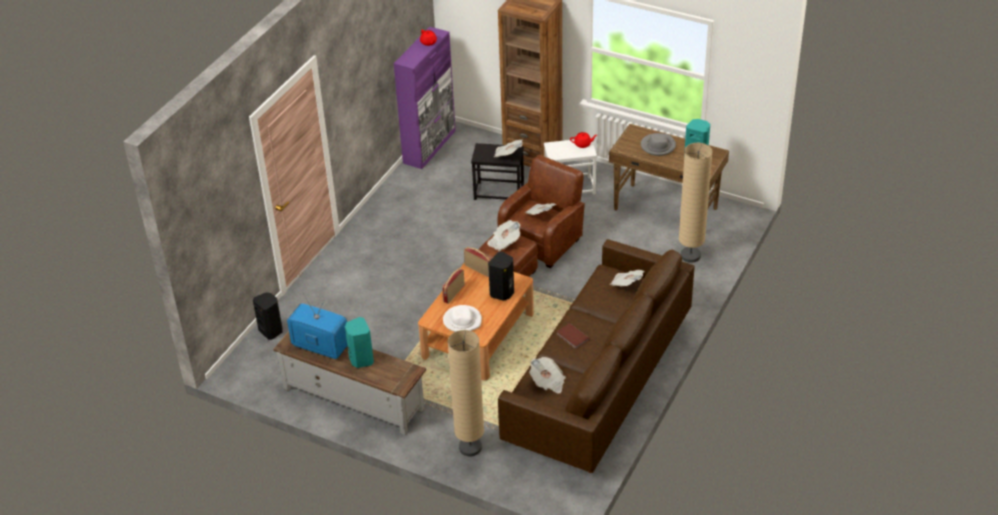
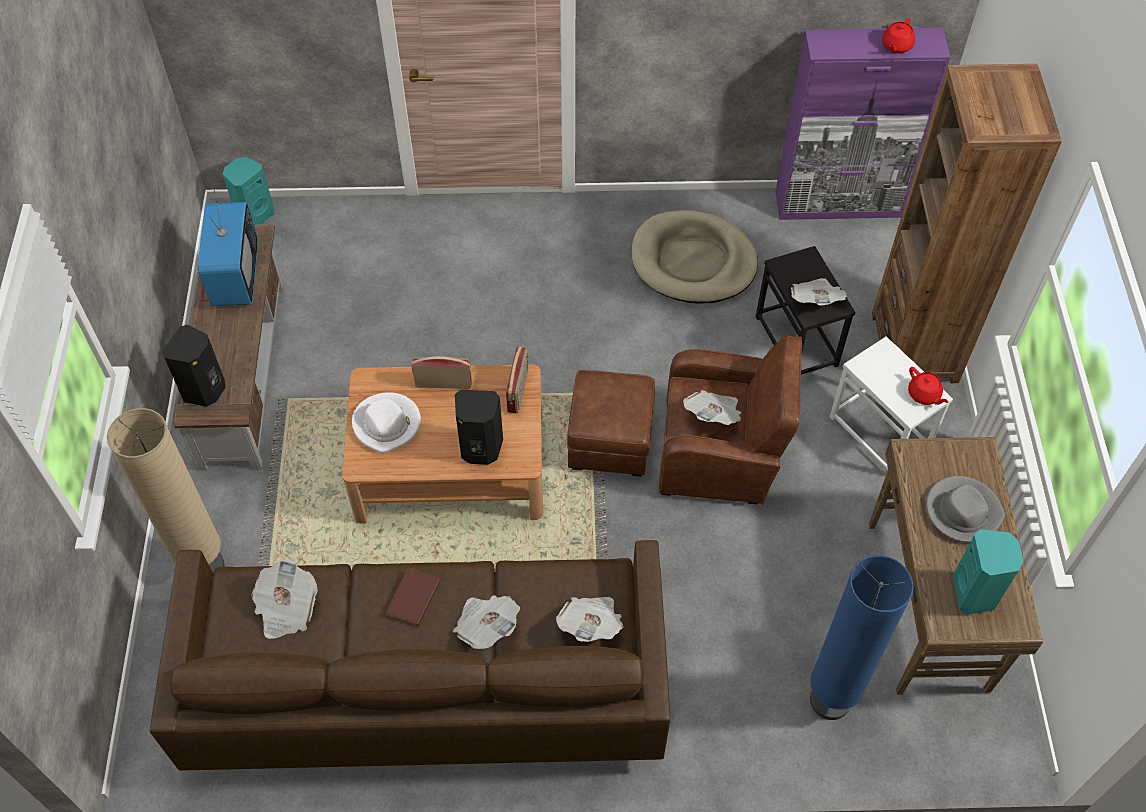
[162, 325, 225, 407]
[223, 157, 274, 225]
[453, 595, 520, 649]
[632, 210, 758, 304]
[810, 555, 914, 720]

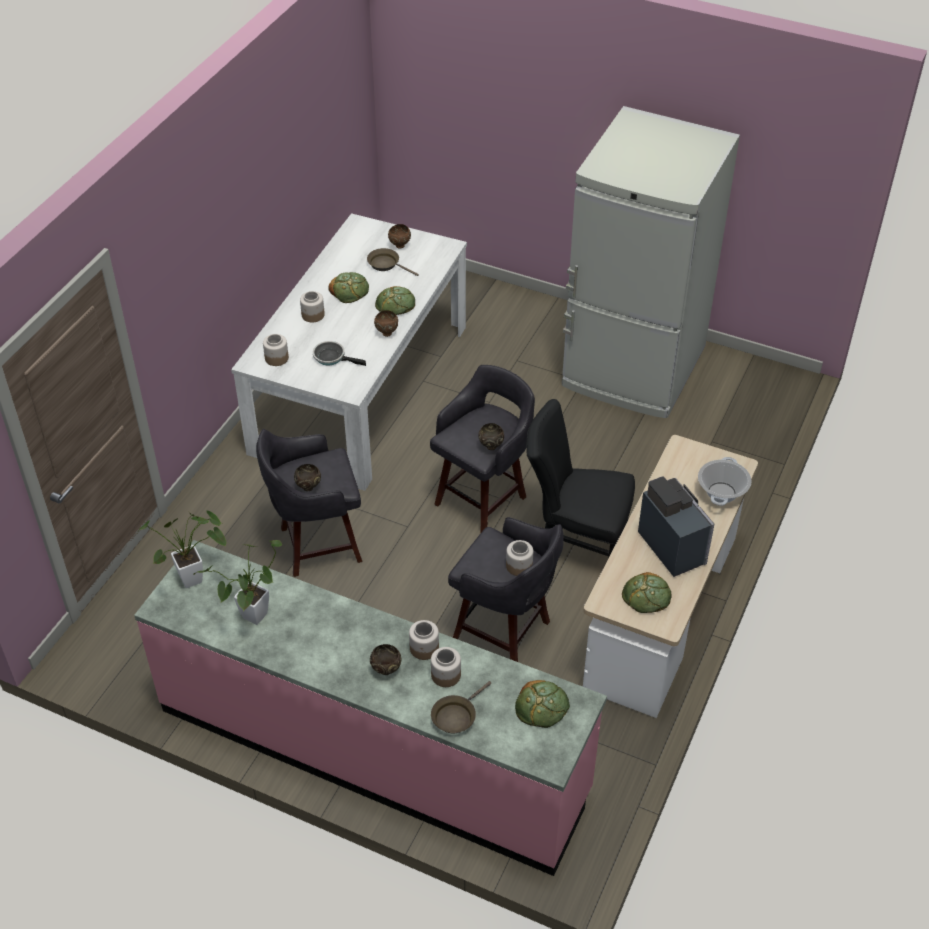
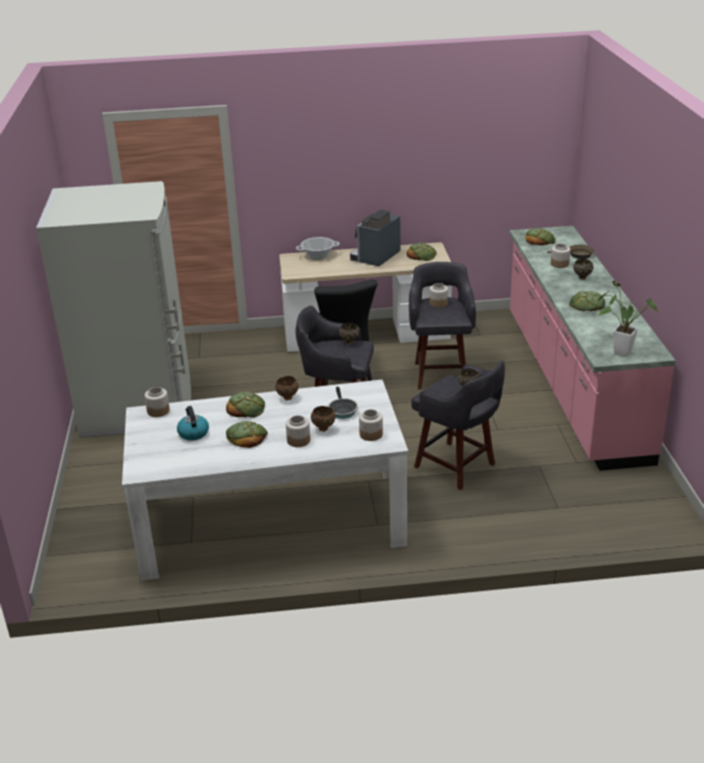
[145, 387, 170, 417]
[177, 406, 209, 441]
[311, 406, 335, 432]
[569, 291, 605, 311]
[194, 540, 283, 625] (first image)

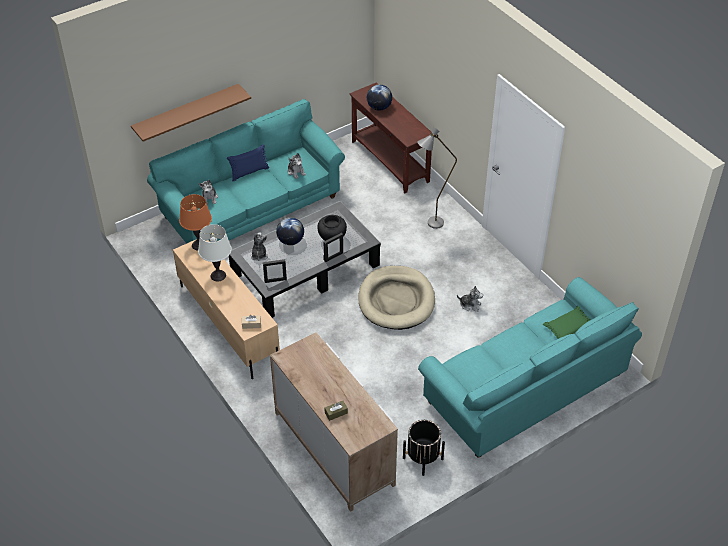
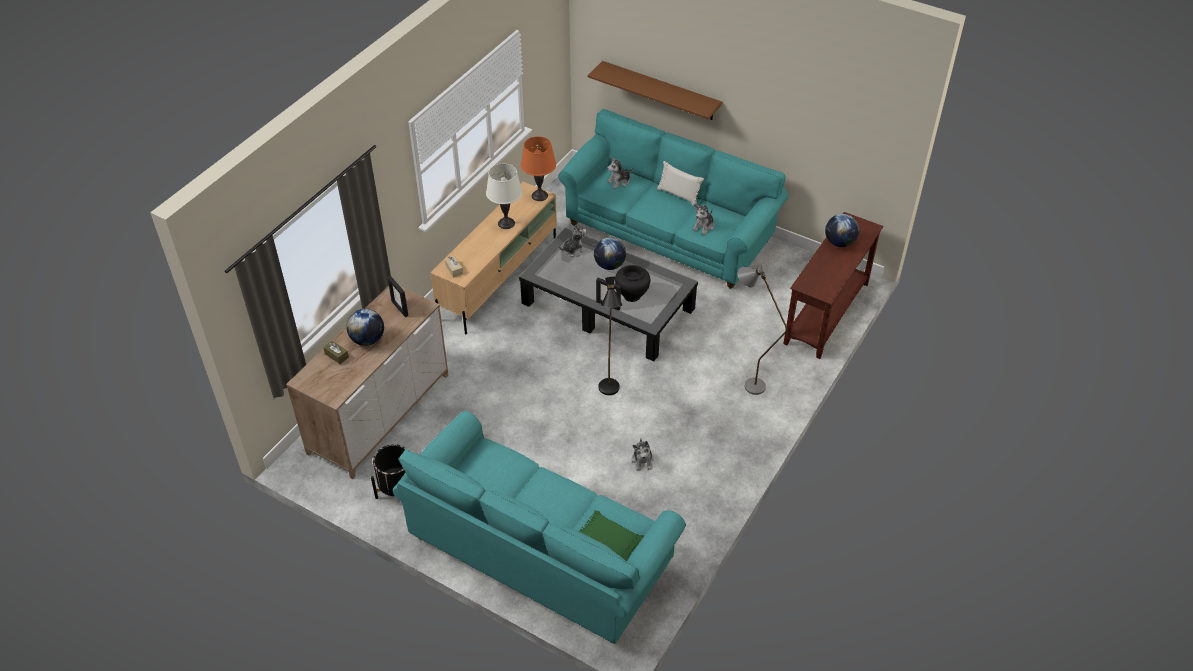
[346, 309, 384, 346]
[387, 276, 408, 317]
[599, 277, 622, 395]
[657, 161, 704, 206]

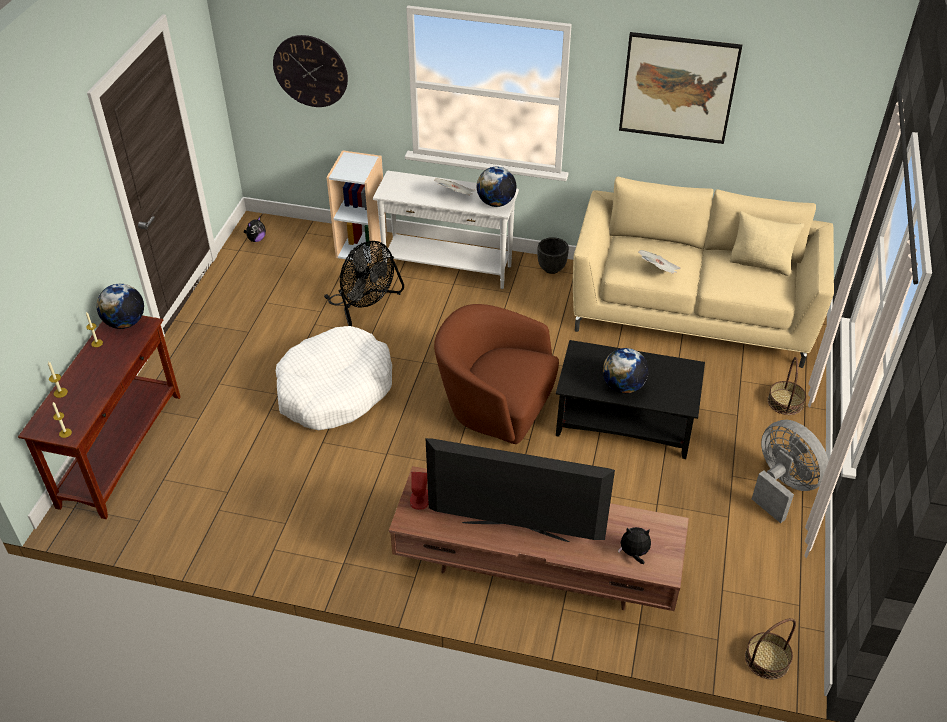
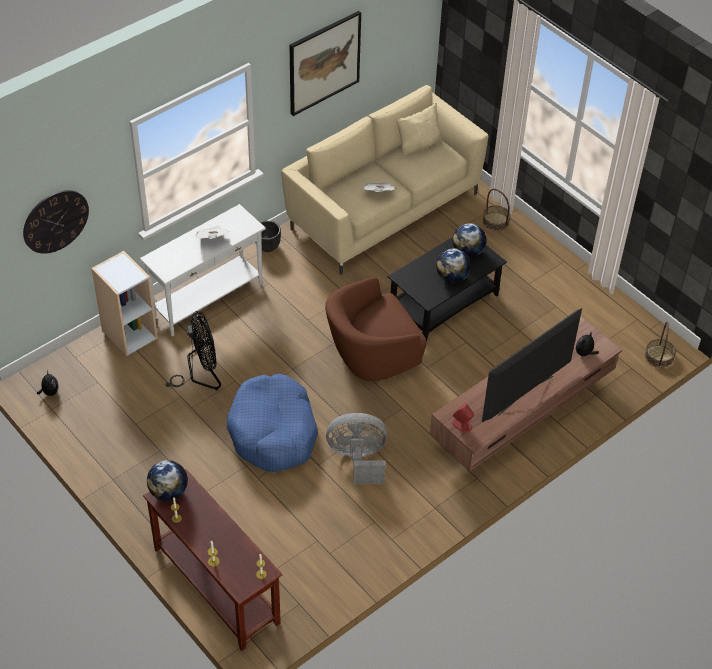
[227, 373, 318, 472]
[326, 413, 387, 484]
[453, 223, 487, 257]

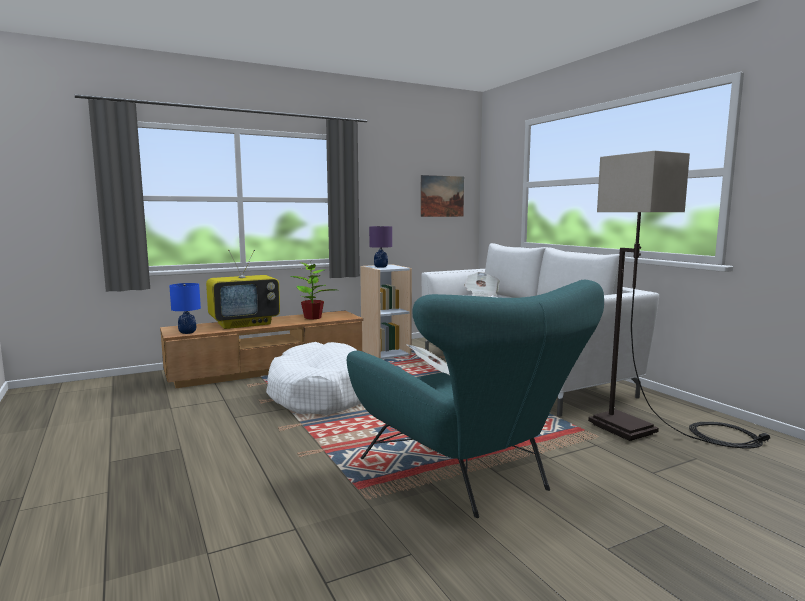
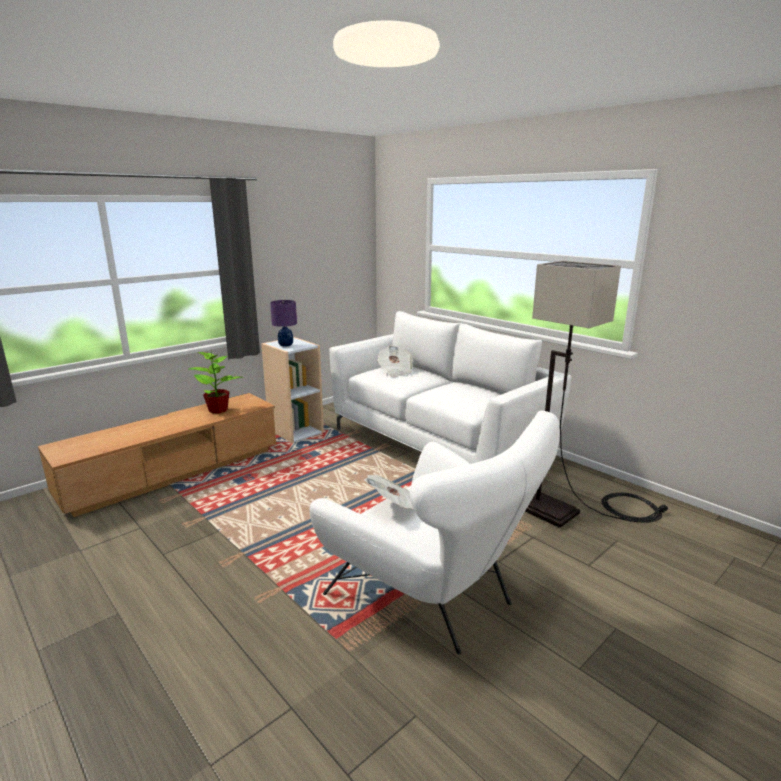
[309, 411, 560, 654]
[169, 283, 201, 334] (first image)
[206, 250, 280, 329] (first image)
[266, 342, 361, 415] (first image)
[420, 175, 464, 217] (first image)

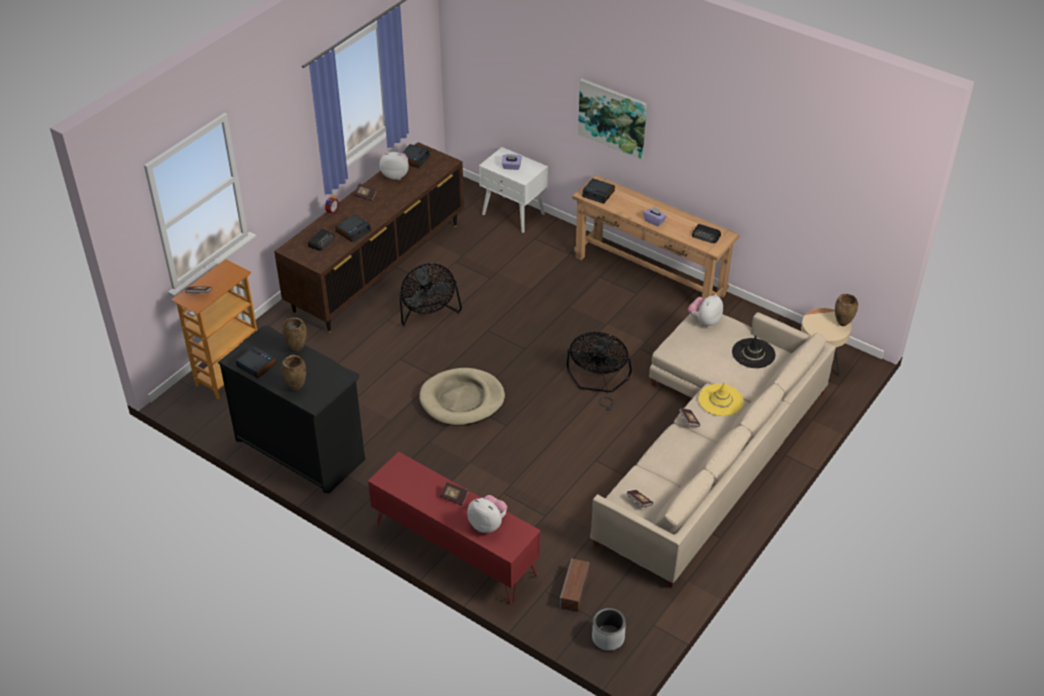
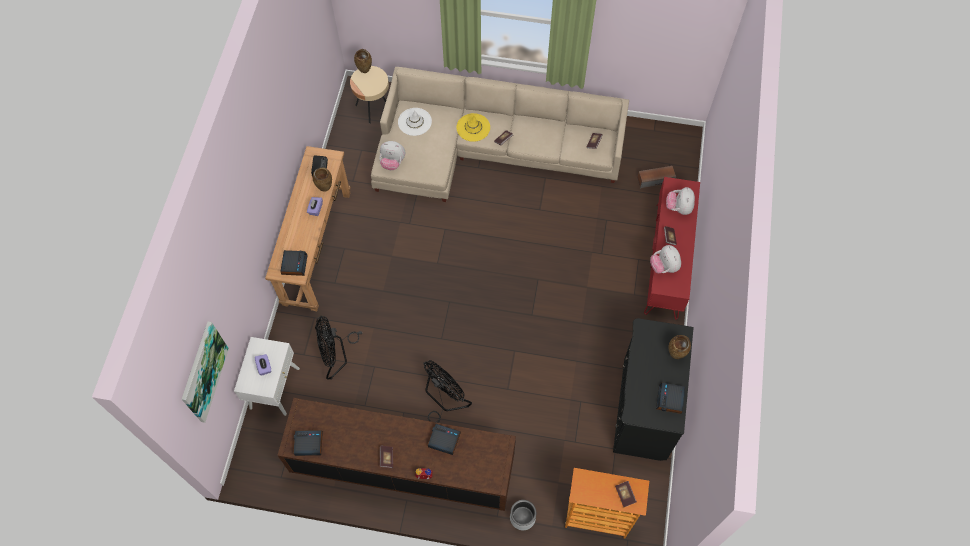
[182, 322, 229, 423]
[313, 167, 332, 192]
[315, 316, 362, 380]
[398, 108, 432, 136]
[510, 500, 537, 530]
[650, 245, 681, 273]
[308, 229, 335, 251] (first image)
[419, 368, 505, 426] (first image)

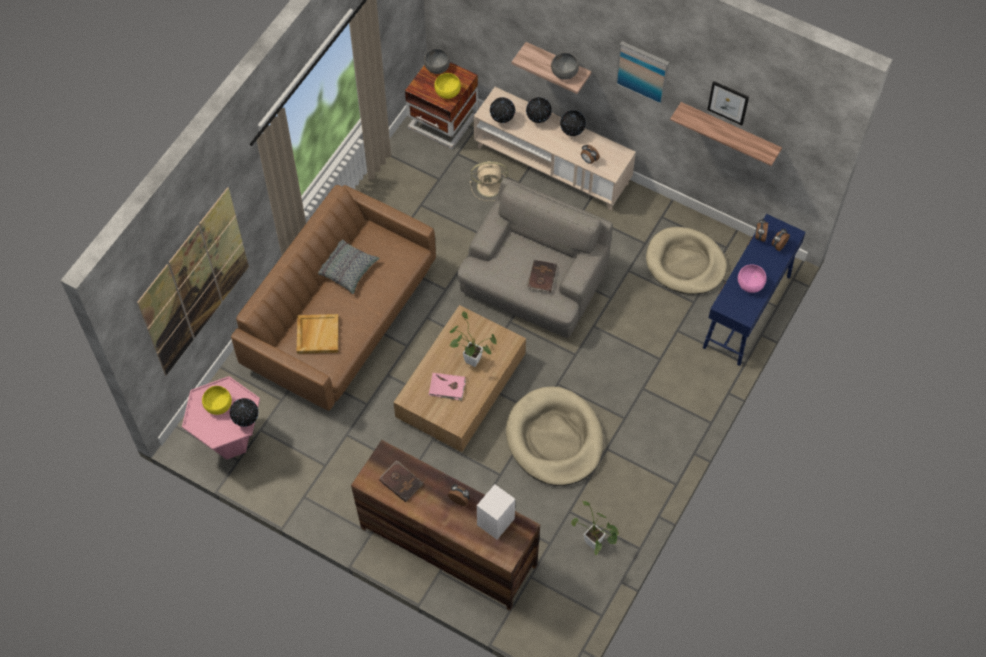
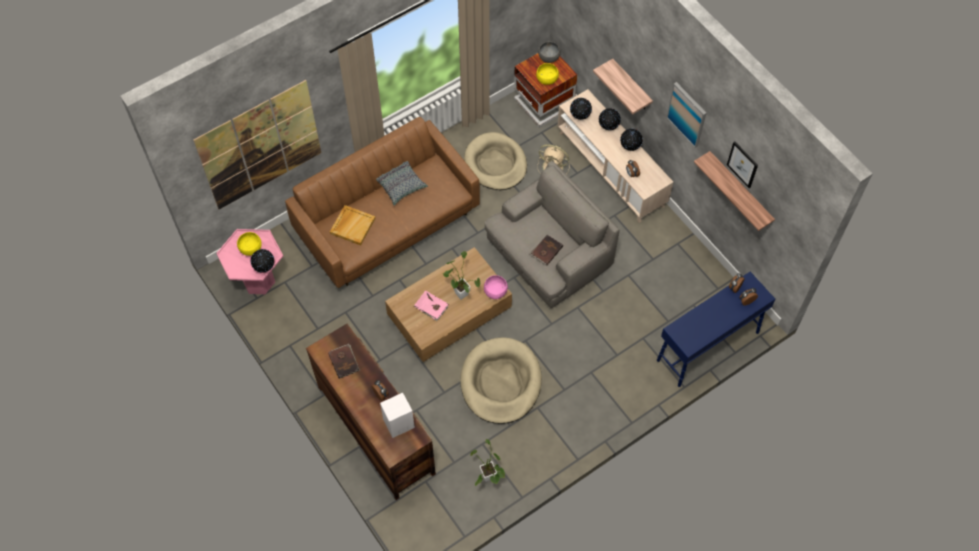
[464, 132, 527, 190]
[484, 275, 508, 299]
[551, 52, 579, 80] (first image)

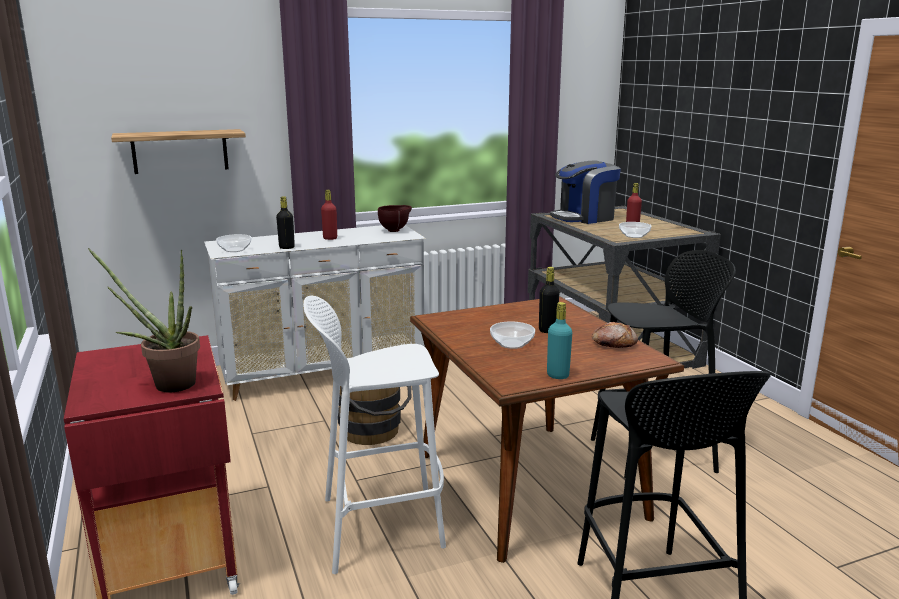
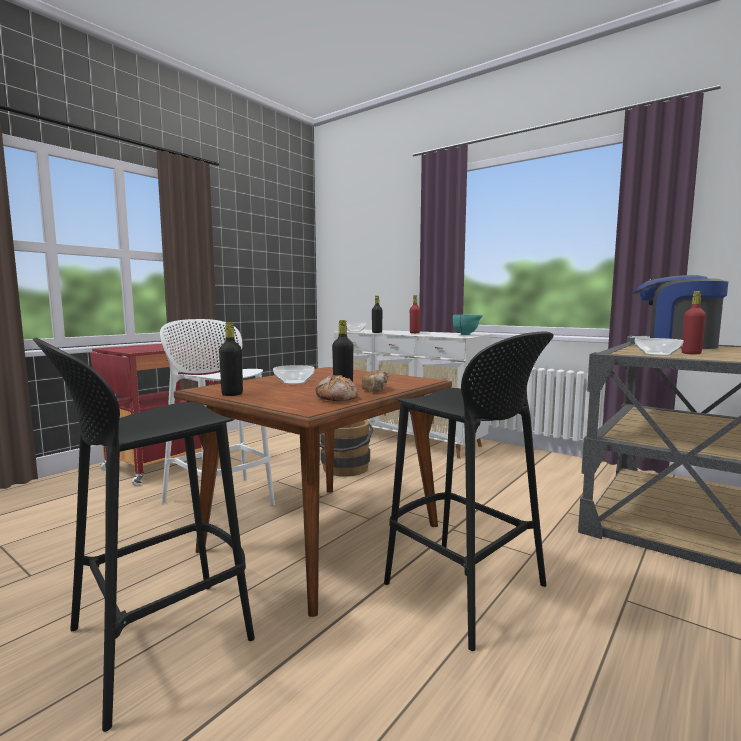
[219, 322, 243, 396]
[362, 370, 388, 392]
[453, 315, 483, 335]
[88, 248, 200, 392] (first image)
[111, 129, 246, 174] (first image)

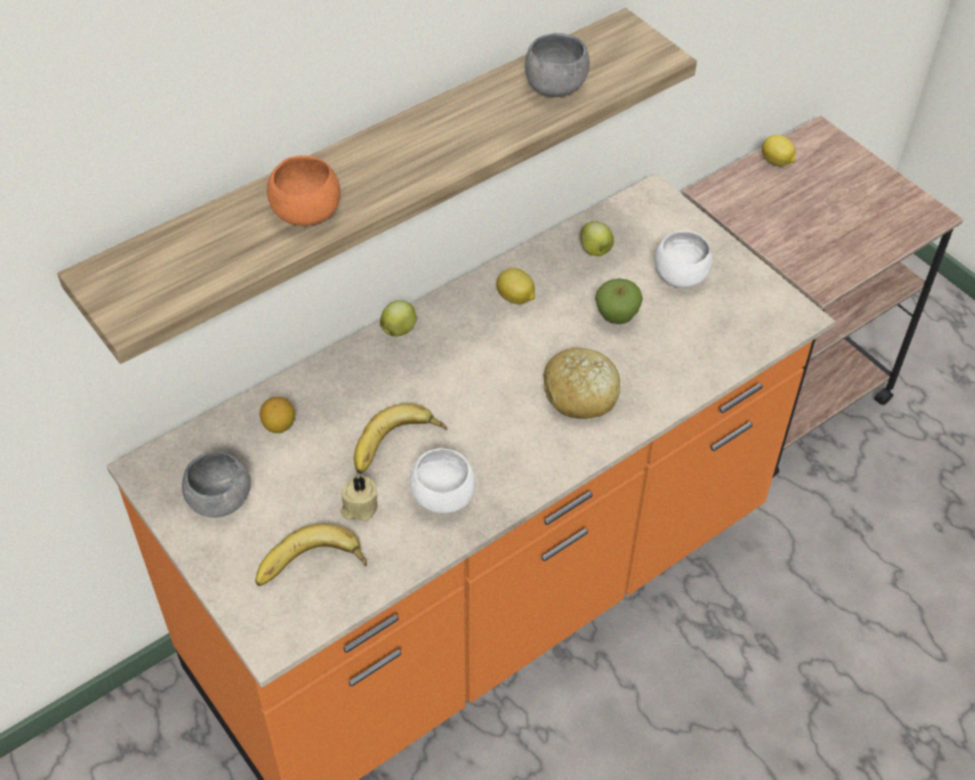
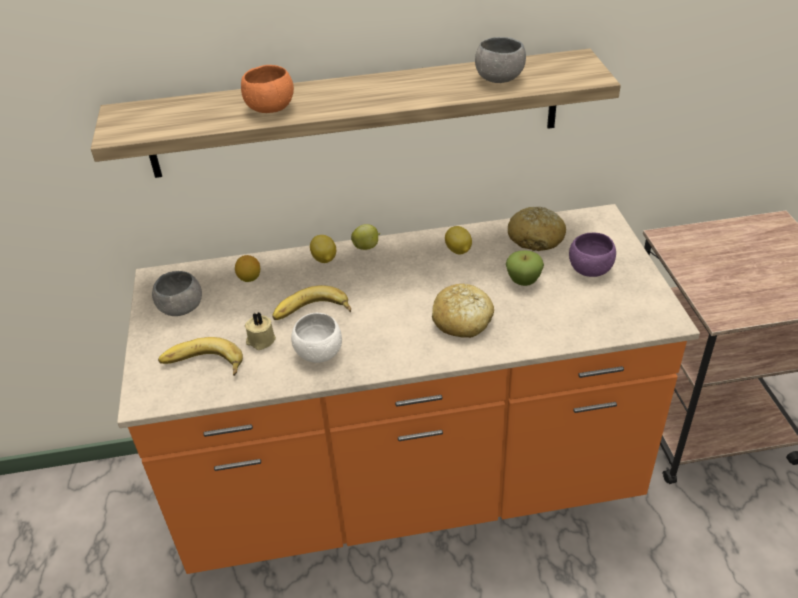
[310, 235, 336, 263]
[508, 207, 566, 251]
[569, 233, 616, 277]

